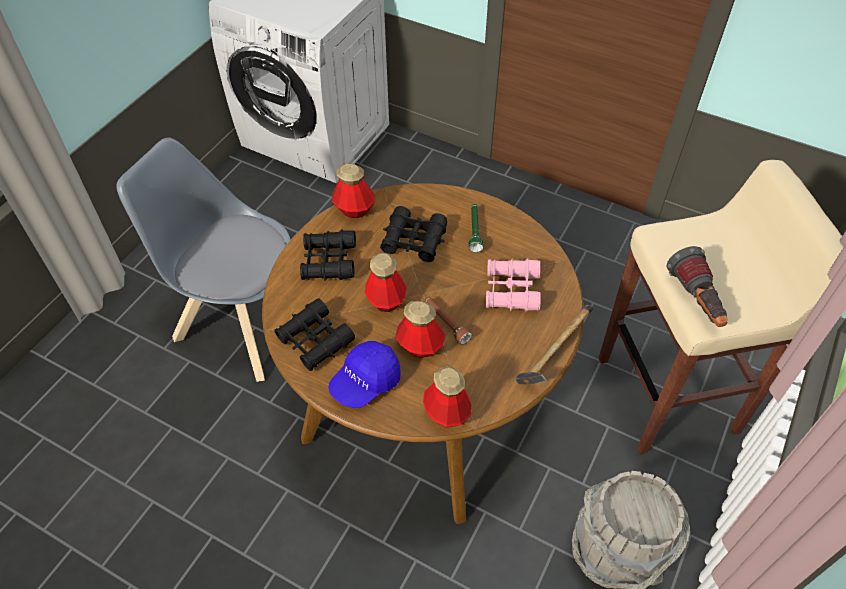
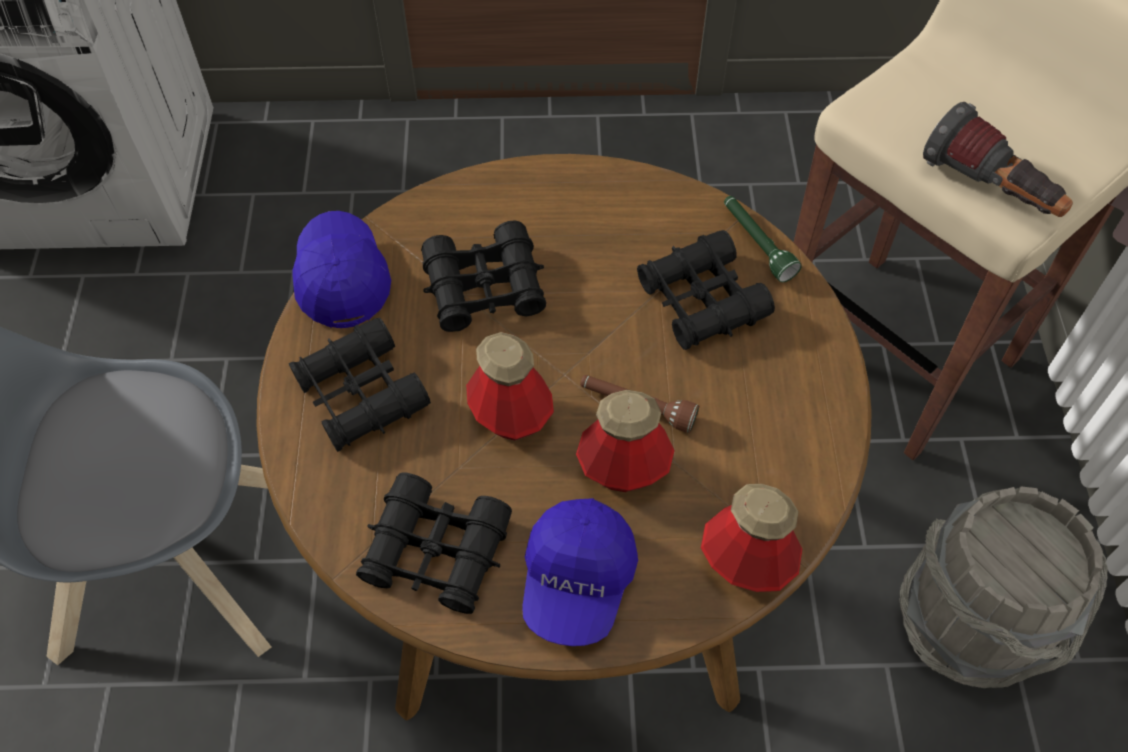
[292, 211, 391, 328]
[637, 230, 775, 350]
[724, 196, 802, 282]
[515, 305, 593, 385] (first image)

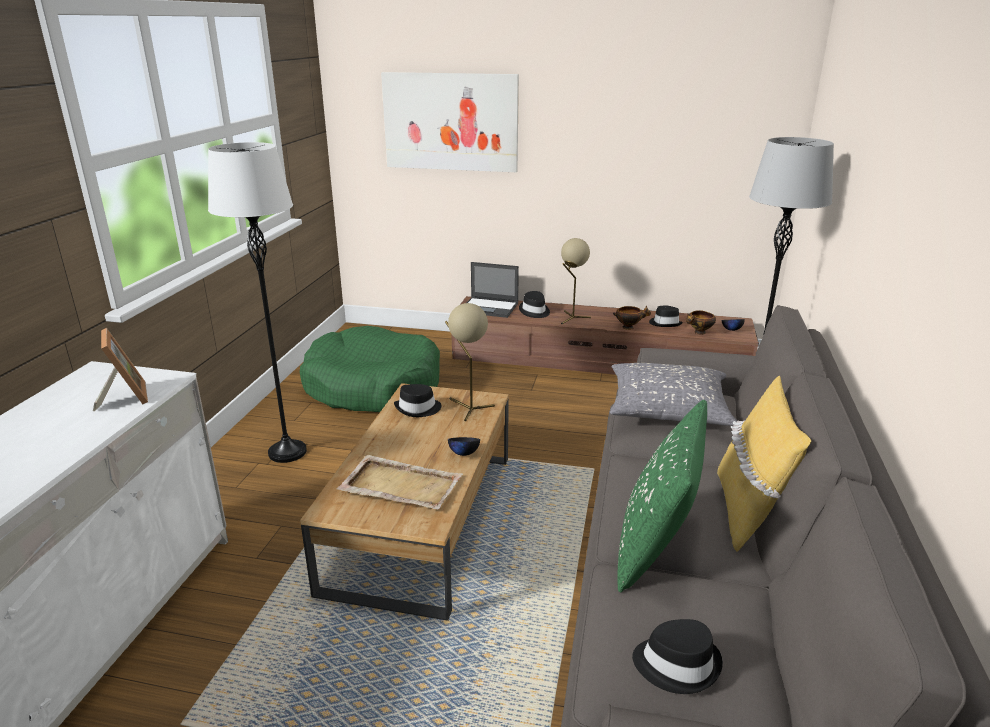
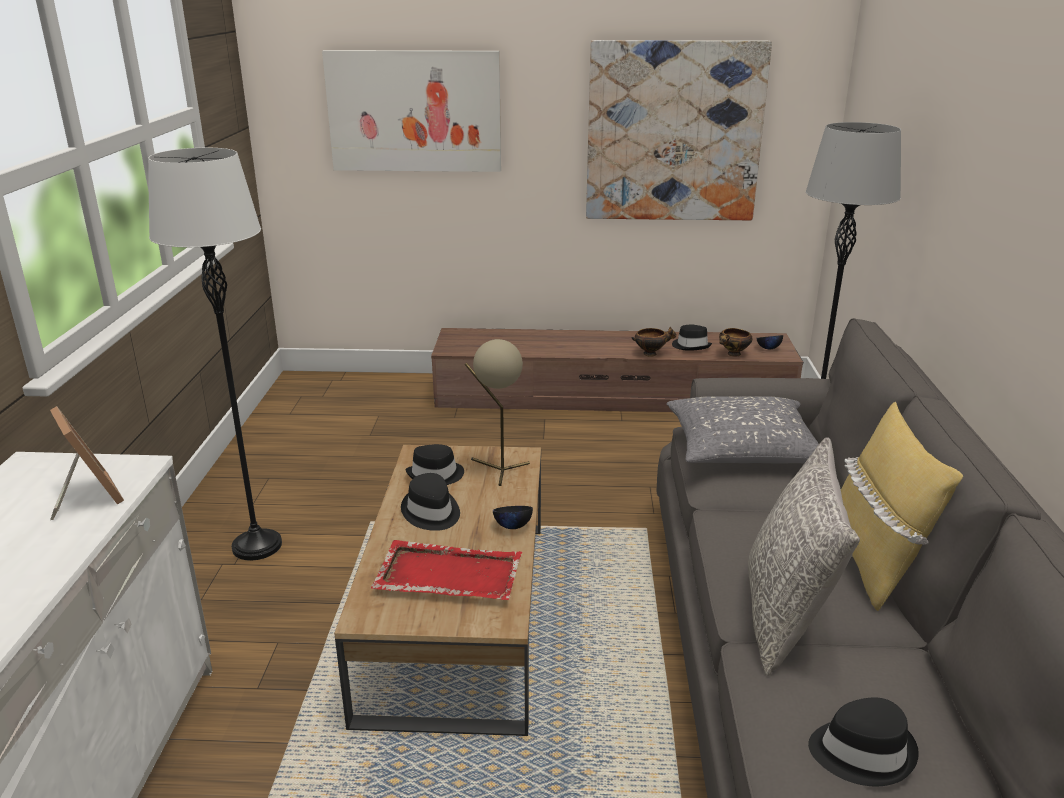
[370, 540, 522, 600]
[401, 473, 460, 531]
[586, 40, 772, 221]
[748, 437, 860, 676]
[300, 326, 440, 412] (first image)
[467, 262, 519, 318] (first image)
[561, 238, 591, 324] (first image)

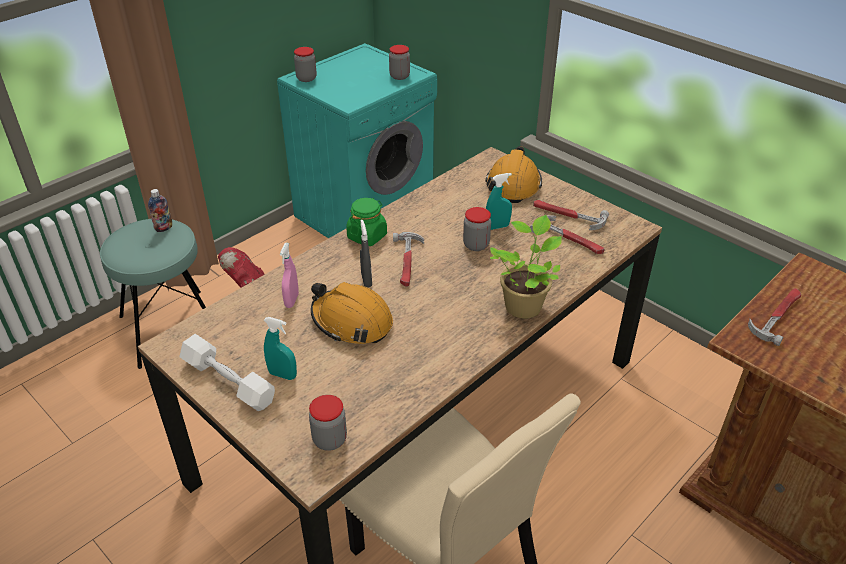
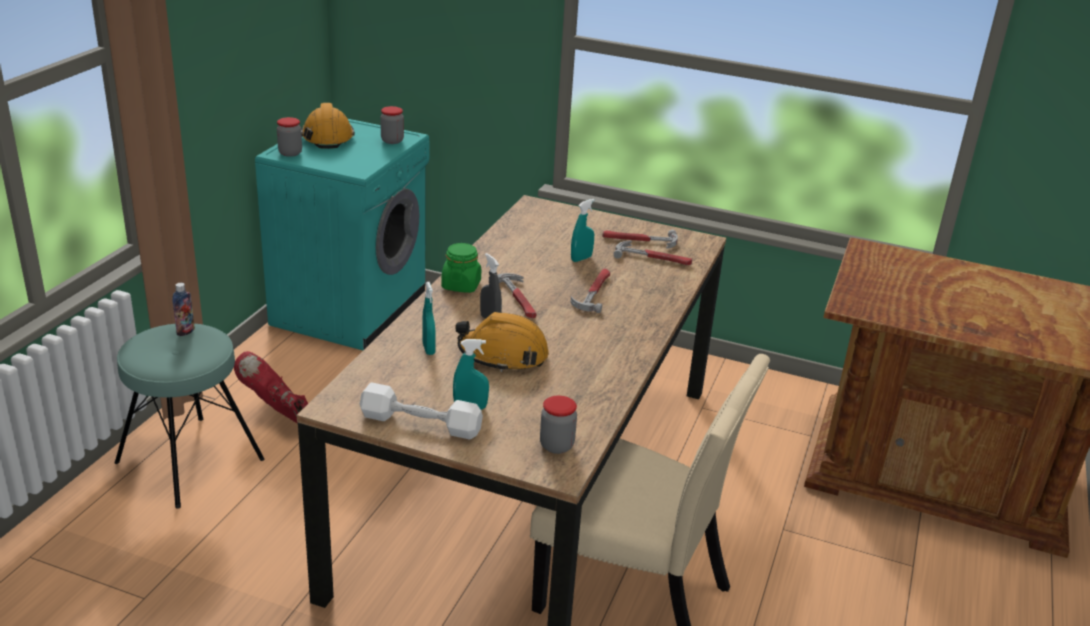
[301, 103, 355, 149]
[422, 282, 436, 355]
[570, 268, 610, 313]
[463, 207, 491, 251] (first image)
[490, 215, 562, 318] (first image)

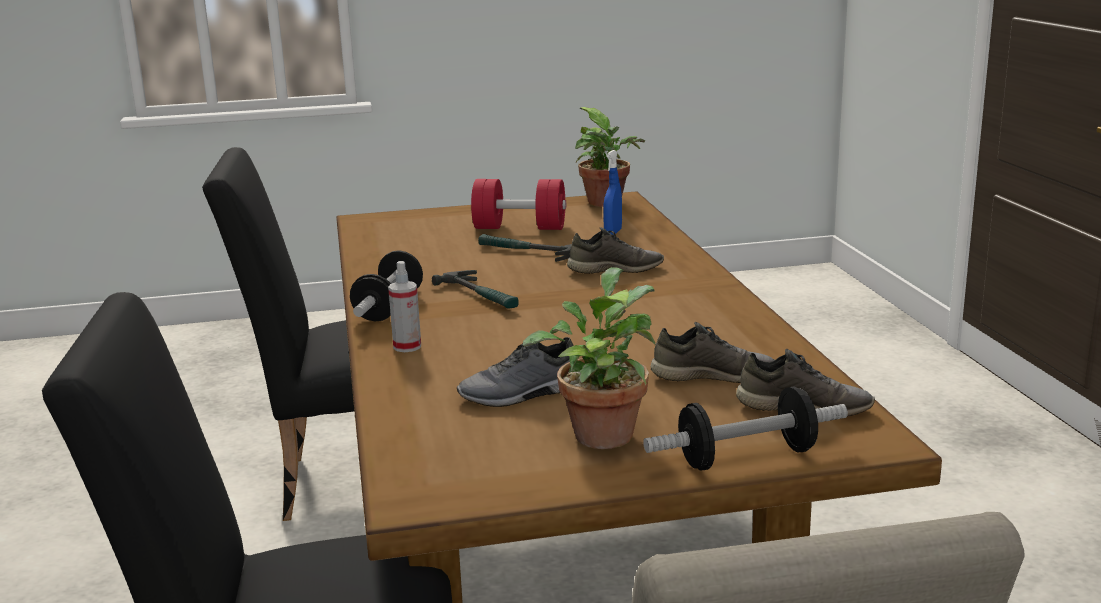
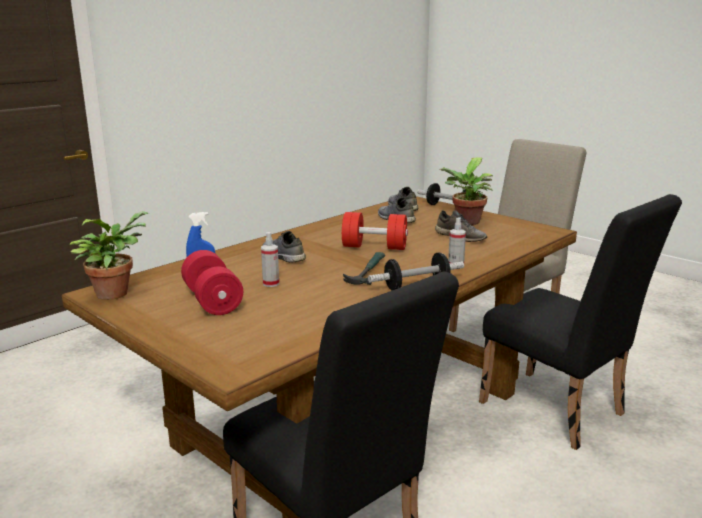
[261, 232, 279, 287]
[342, 212, 408, 250]

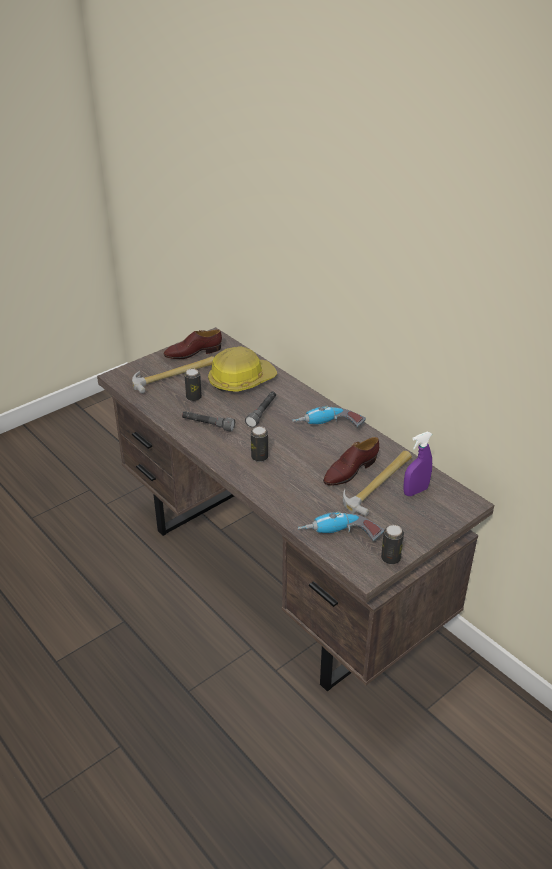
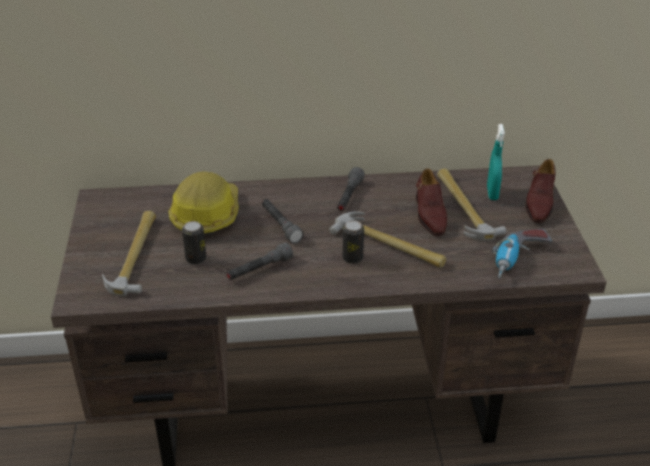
[329, 212, 447, 268]
[337, 167, 365, 211]
[487, 124, 505, 200]
[526, 159, 555, 223]
[381, 525, 404, 564] (first image)

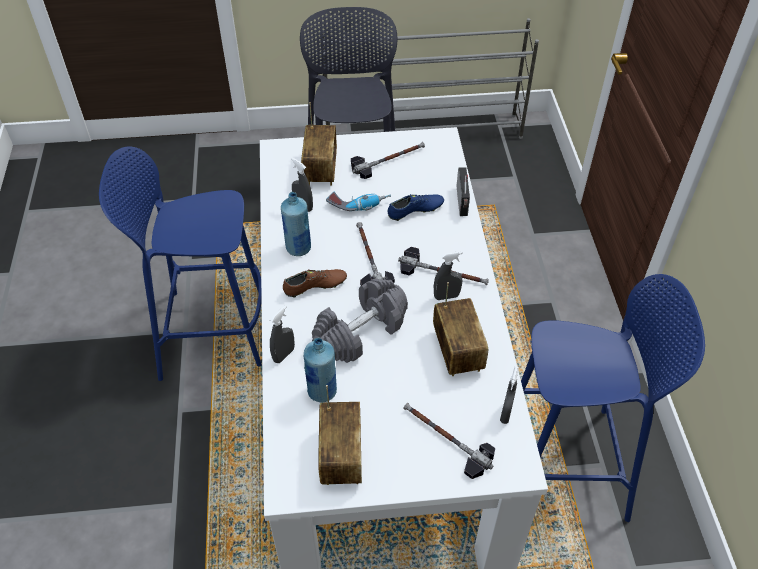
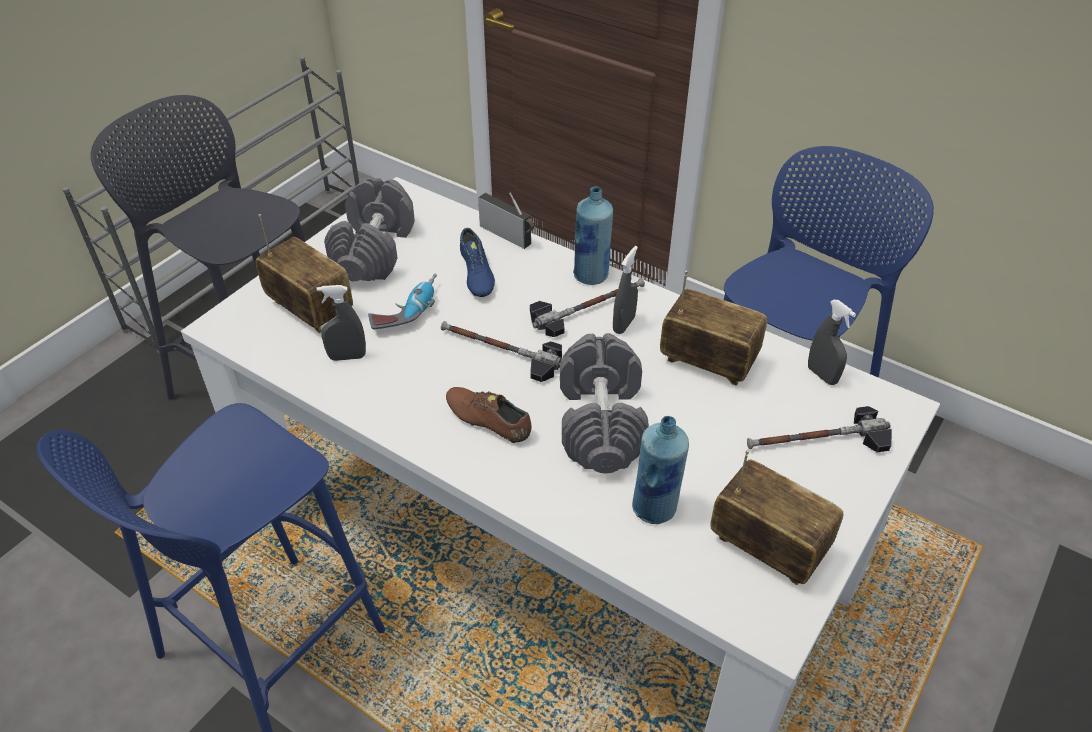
[324, 178, 415, 281]
[446, 387, 532, 443]
[460, 228, 495, 297]
[573, 186, 613, 285]
[270, 306, 295, 363] (first image)

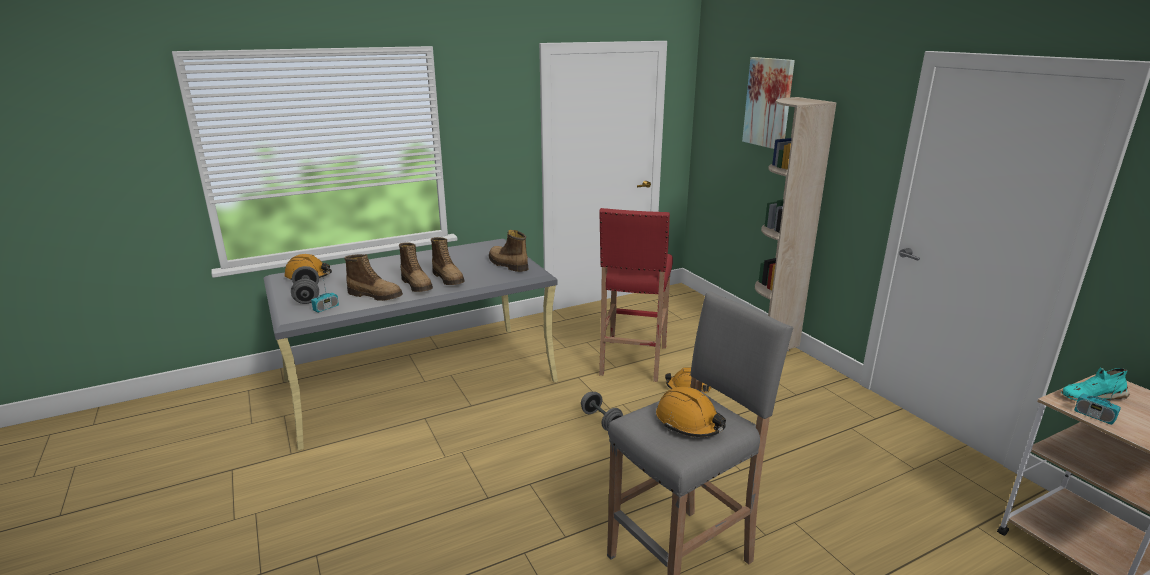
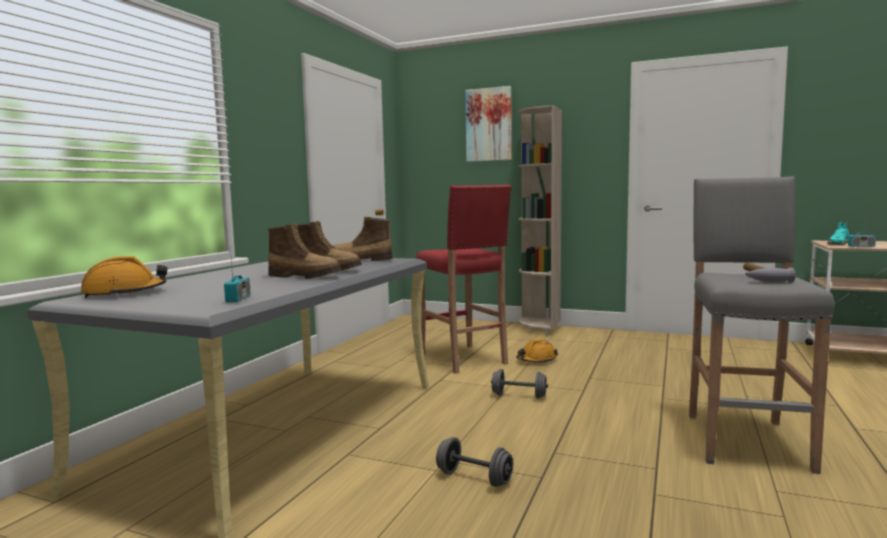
[436, 437, 513, 487]
[743, 263, 796, 282]
[344, 254, 403, 301] (first image)

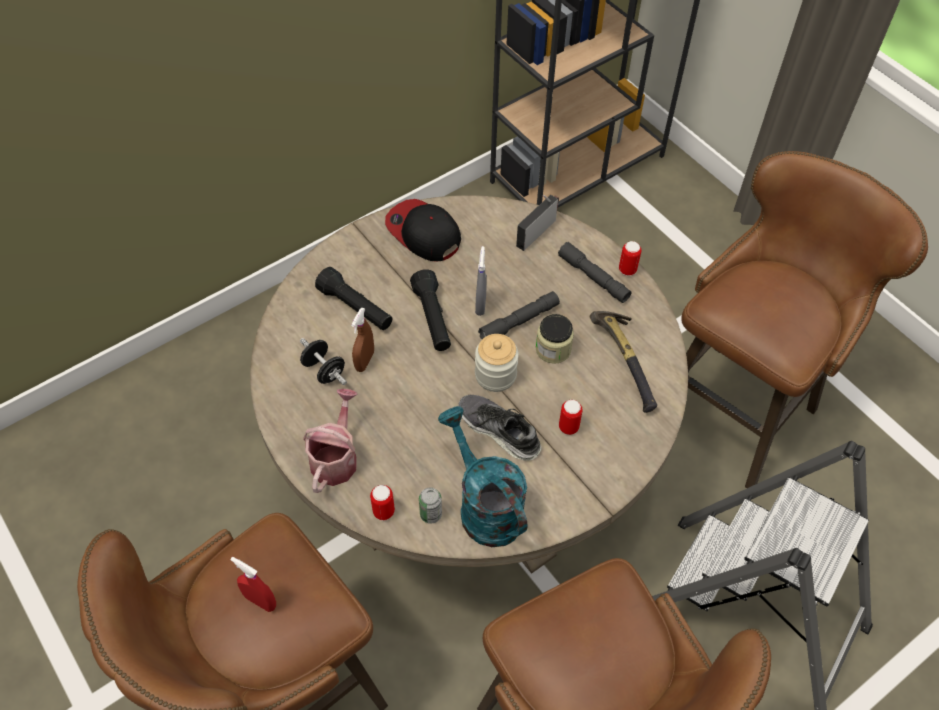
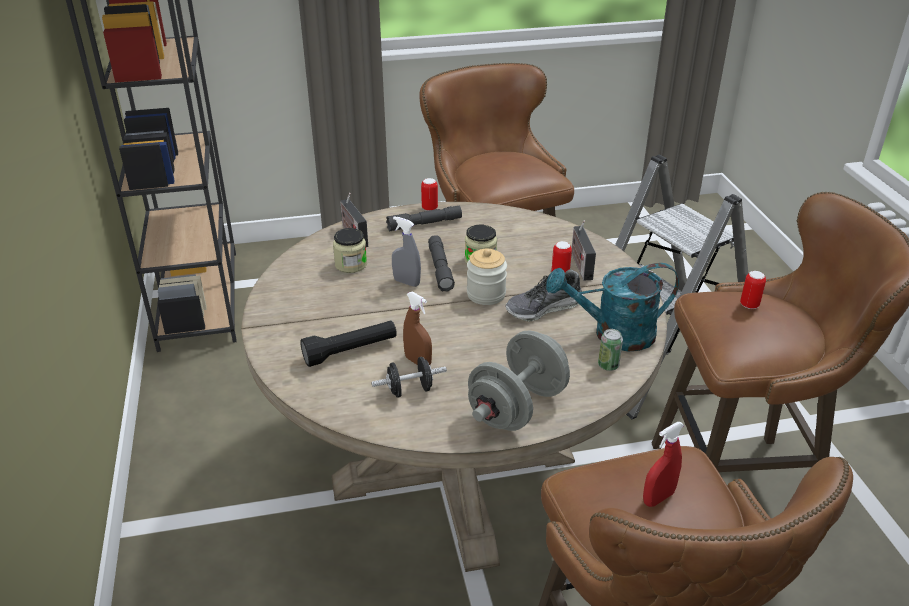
[333, 228, 367, 273]
[468, 330, 570, 431]
[572, 220, 596, 281]
[740, 271, 766, 309]
[385, 199, 461, 261] (first image)
[410, 269, 451, 351] (first image)
[590, 311, 657, 413] (first image)

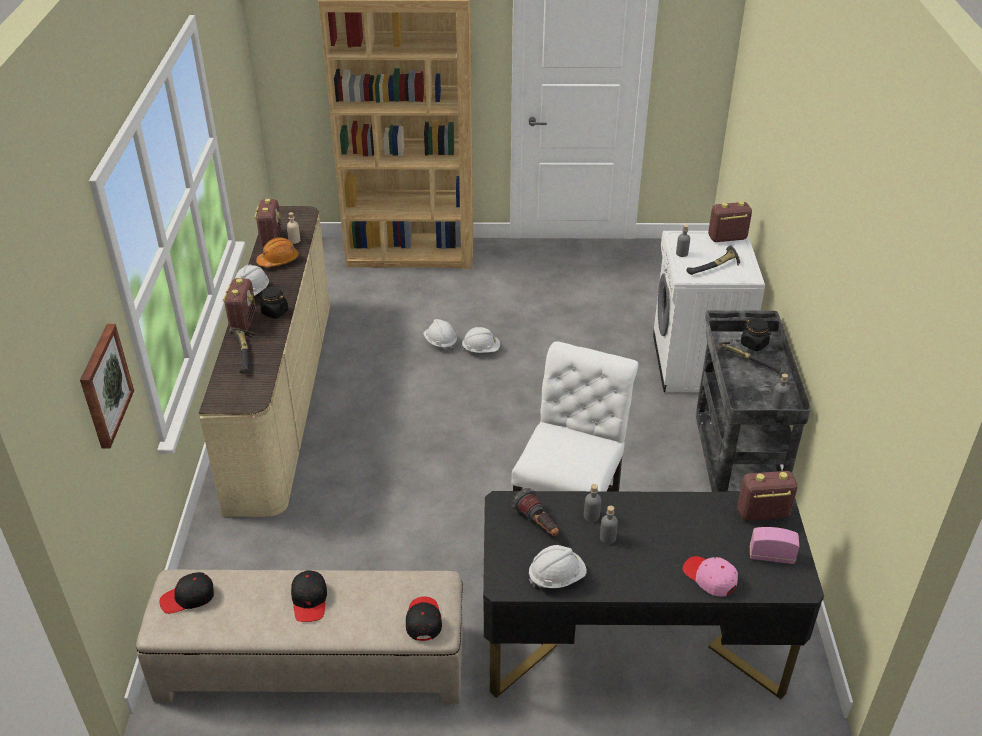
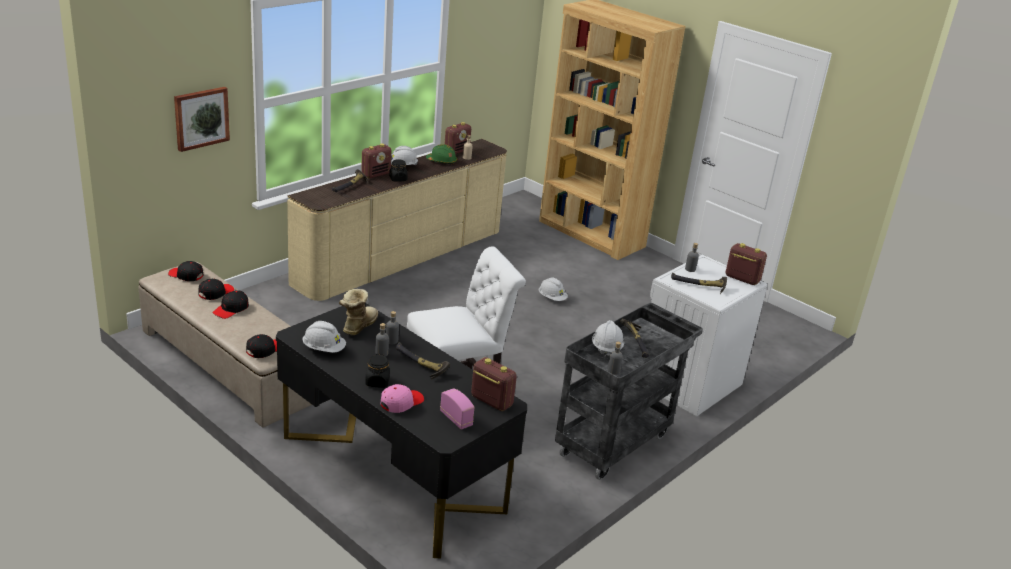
[198, 279, 234, 300]
[339, 289, 378, 335]
[365, 354, 390, 387]
[380, 384, 424, 413]
[396, 342, 450, 380]
[426, 144, 457, 165]
[592, 320, 624, 359]

